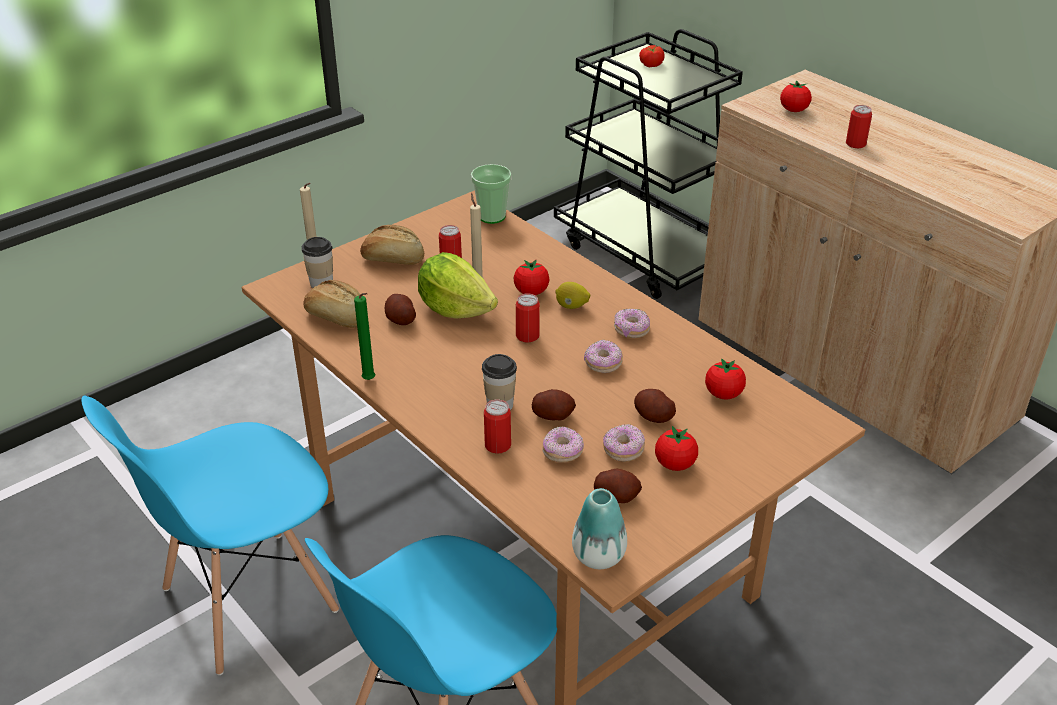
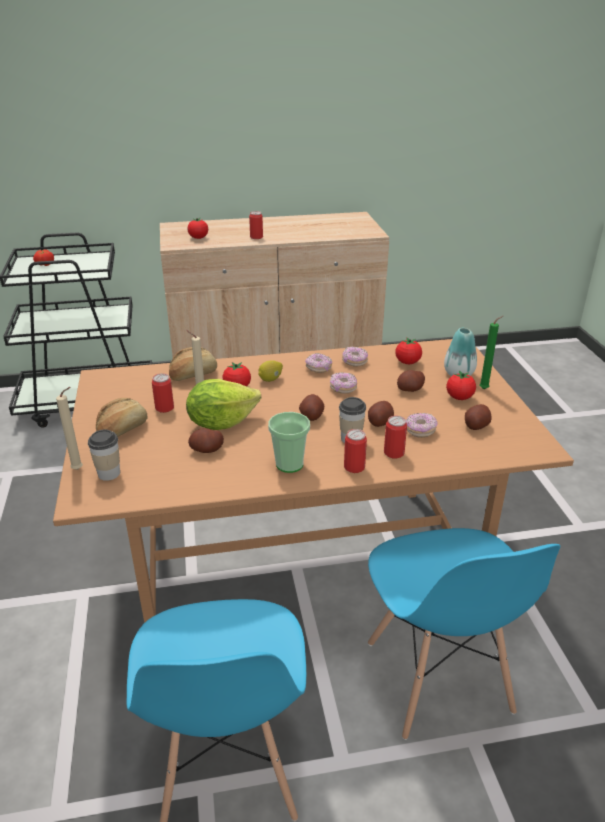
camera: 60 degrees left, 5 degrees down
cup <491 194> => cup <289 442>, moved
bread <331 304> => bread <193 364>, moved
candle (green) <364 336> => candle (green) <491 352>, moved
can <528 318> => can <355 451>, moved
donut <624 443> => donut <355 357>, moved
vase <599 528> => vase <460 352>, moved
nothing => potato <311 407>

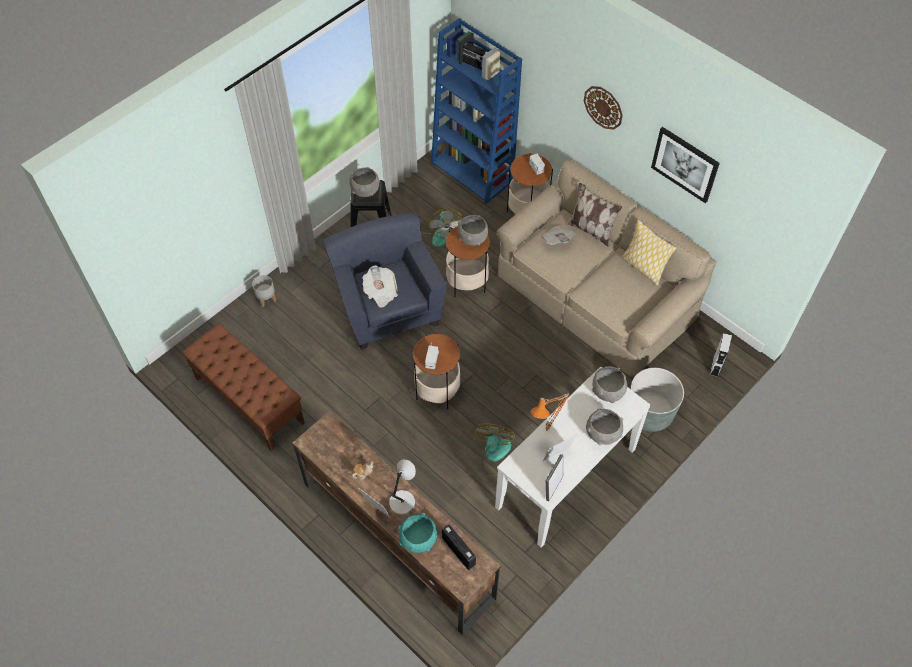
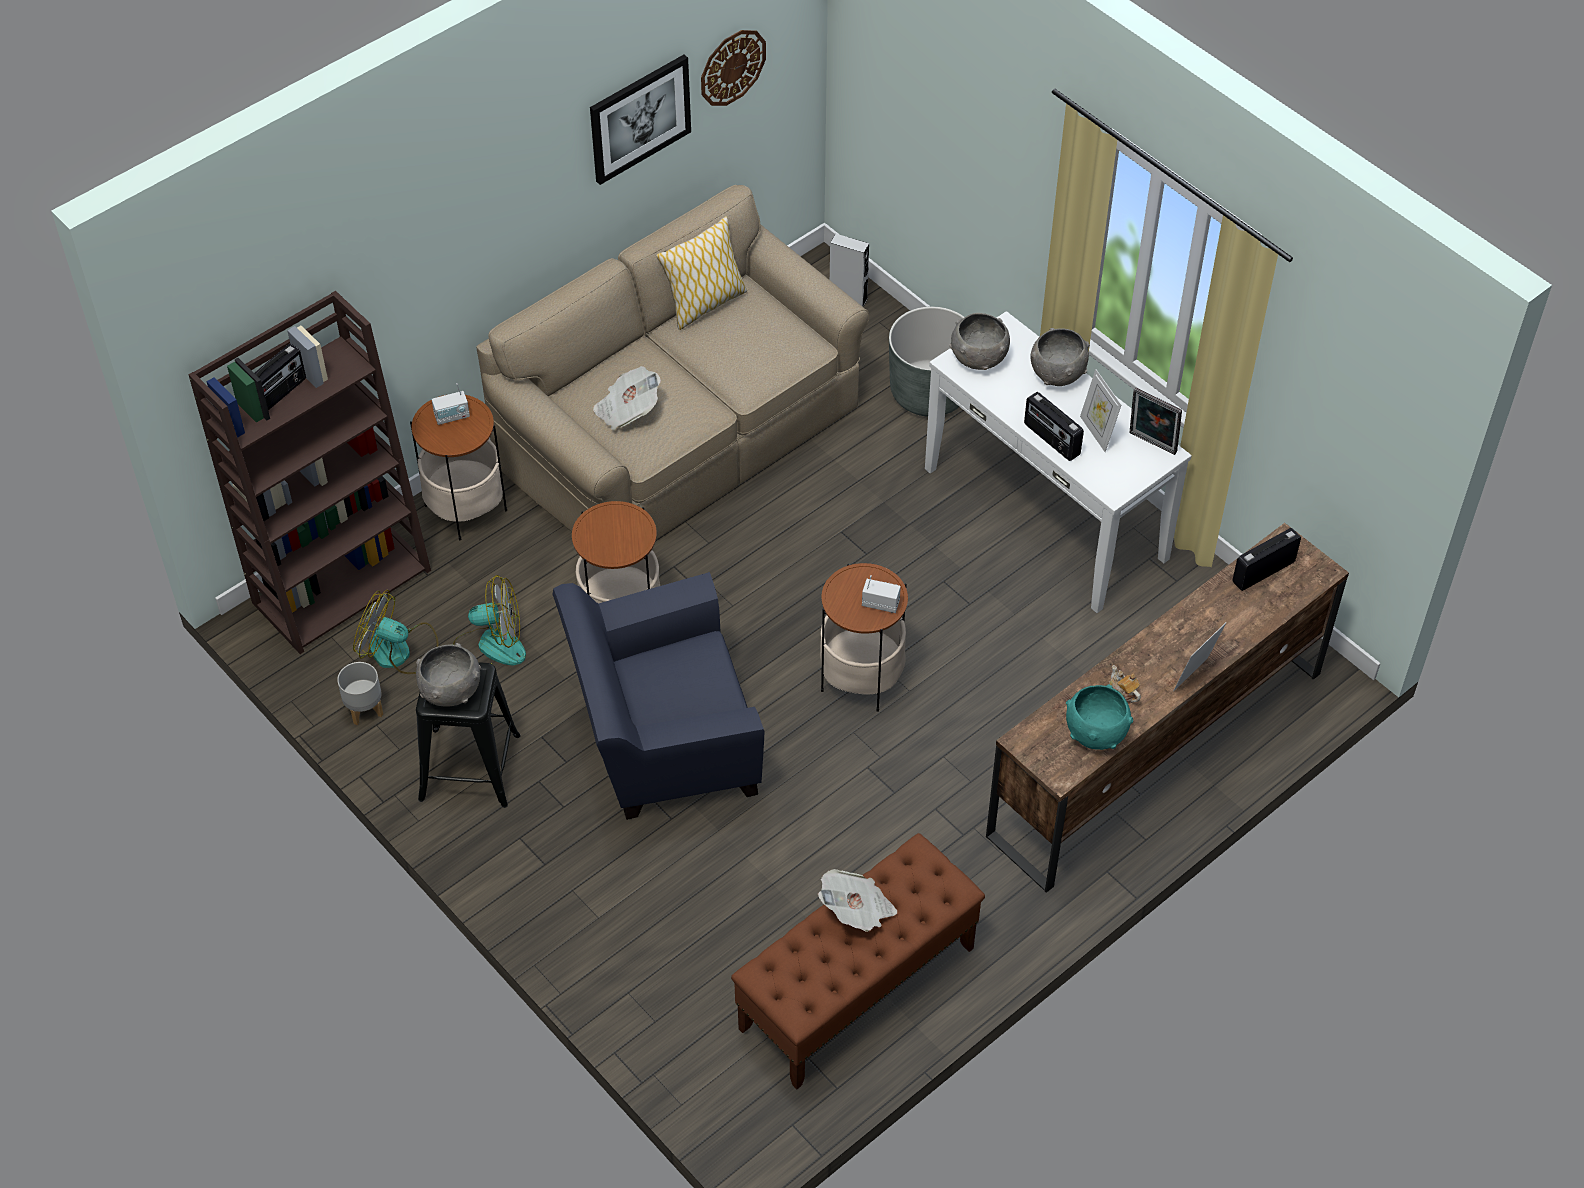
camera: 85 degrees left, 5 degrees down
bookcase (blue) <476 111> => bookcase (brown) <309 472>
wall clock <603 108> => wall clock <733 68>, moved
pillow <594 215> => nothing
bowl (grey) <473 230> => nothing
newspaper <380 286> => newspaper <857 900>, moved
planter (grey) <264 291> => planter (grey) <360 693>, moved
table lamp (orange) <550 412> => radio <1054 426>
fan <495 450> => fan <396 632>, moved
table lamp (grey) <402 487> => nothing
bowl (turquoise) <417 533> => bowl (turquoise) <1099 717>, moved

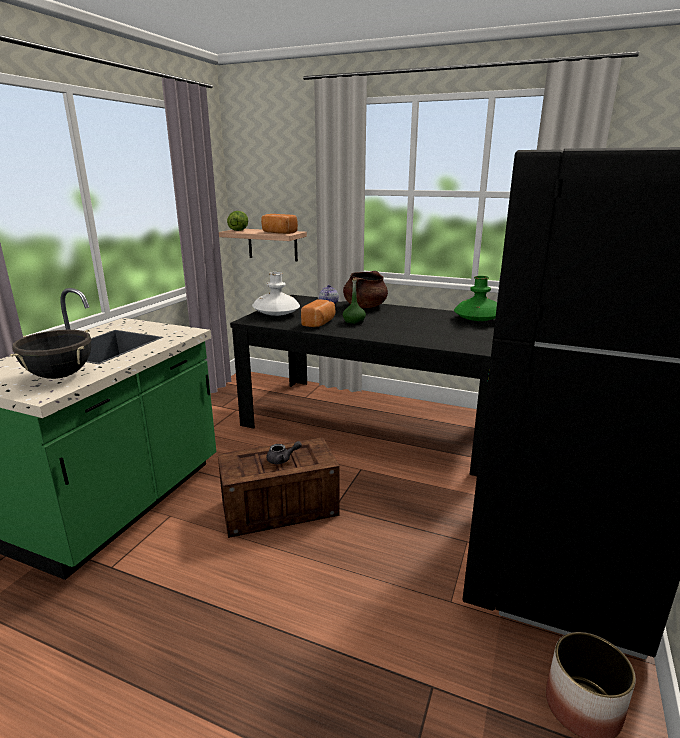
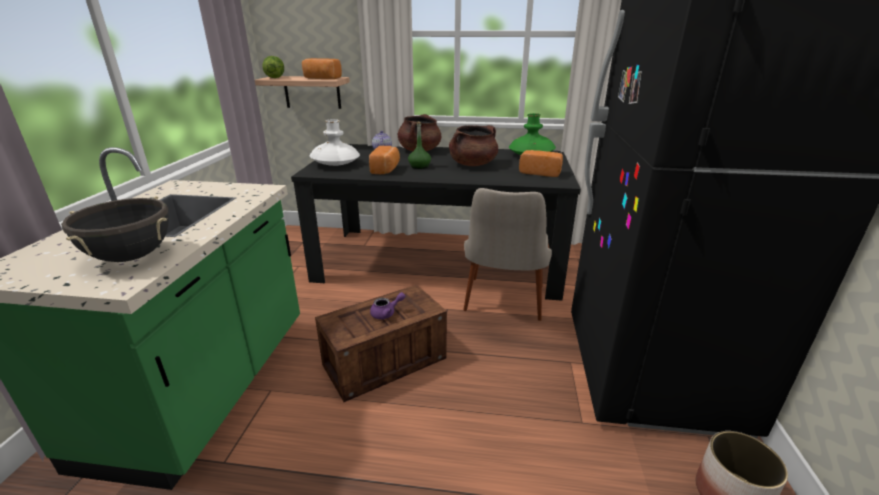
camera: 15 degrees left, 5 degrees up
teapot (grey) <284 452> => teapot (purple) <387 305>
nothing => cooking pot (brown) <473 145>
nothing => bread <541 163>
nothing => chair (beige) <508 254>

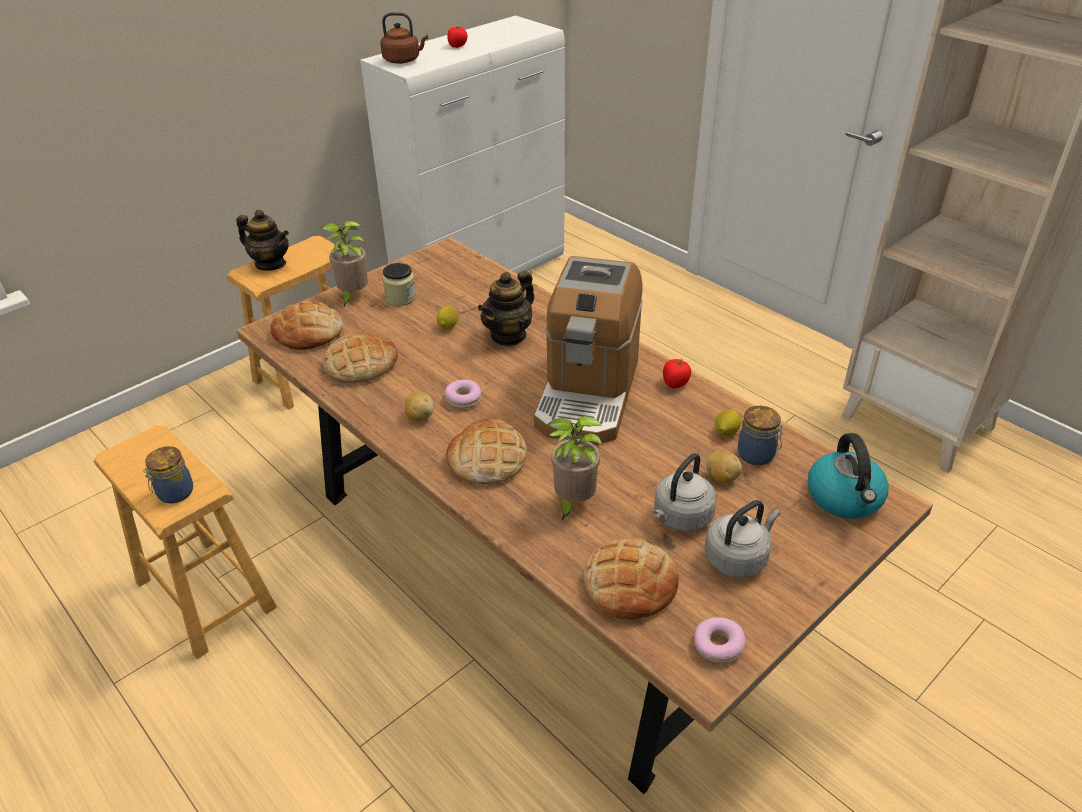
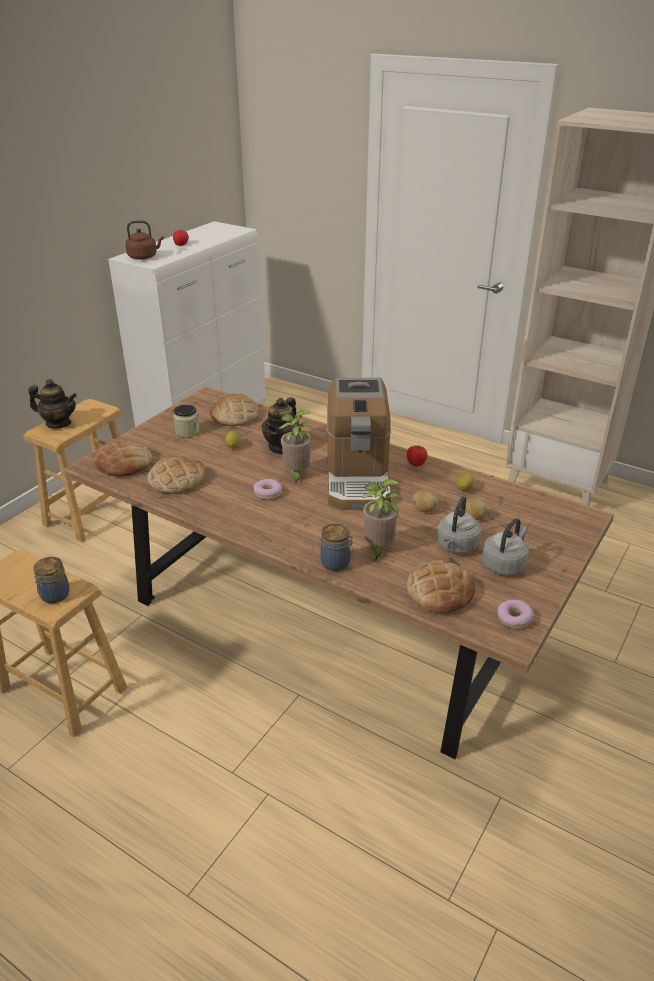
camera: 15 degrees left, 5 degrees down
potted plant <344 263> => potted plant <295 447>, moved
potato <419 406> => potato <425 501>, moved
jar <761 435> => jar <337 547>, moved
bread <486 451> => bread <234 410>, moved
kettle <848 476> => nothing

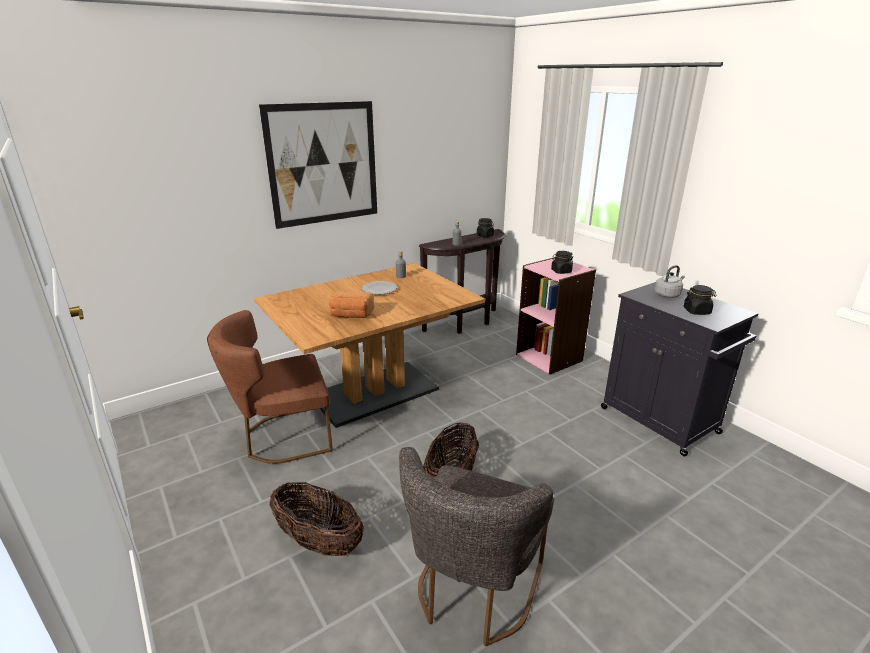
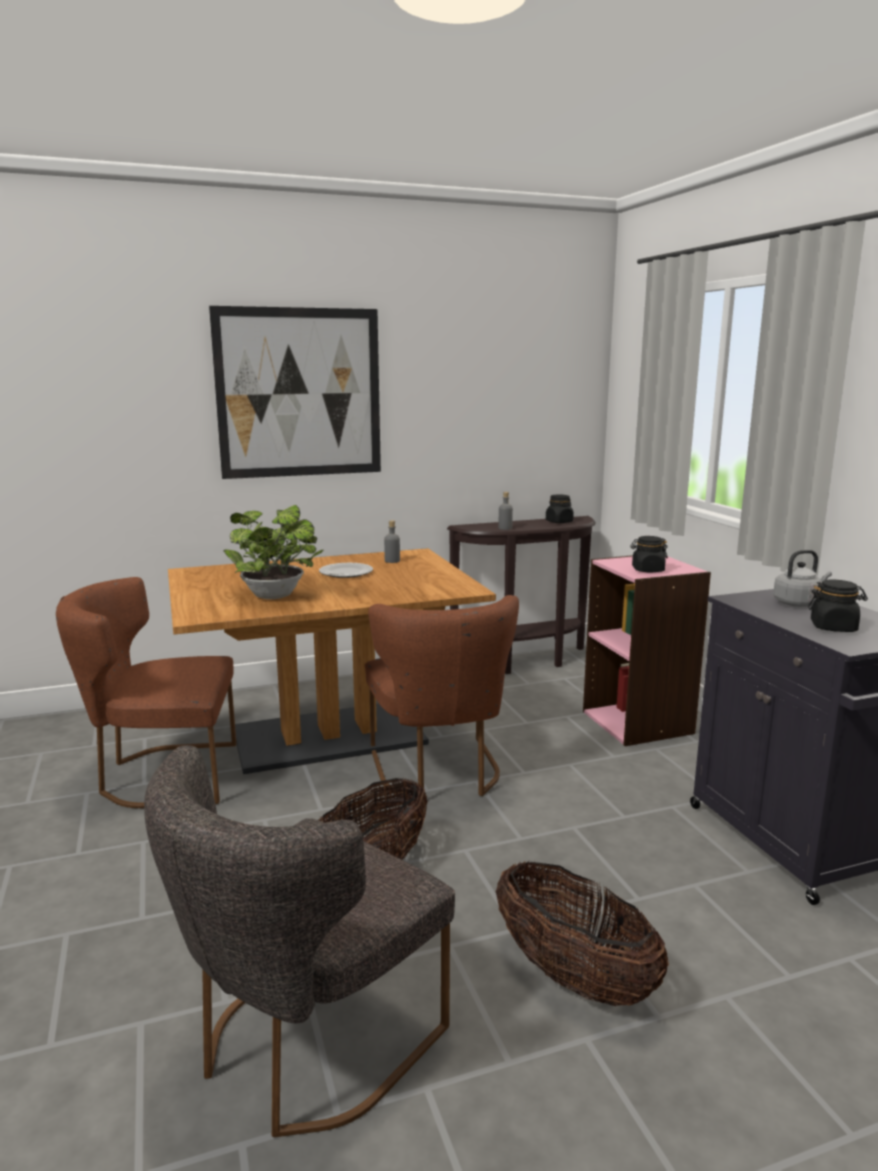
camera: 15 degrees right, 10 degrees down
bread <351 304> => potted plant <273 552>
basket <316 519> => basket <582 933>, moved
nothing => chair (brown) <442 695>

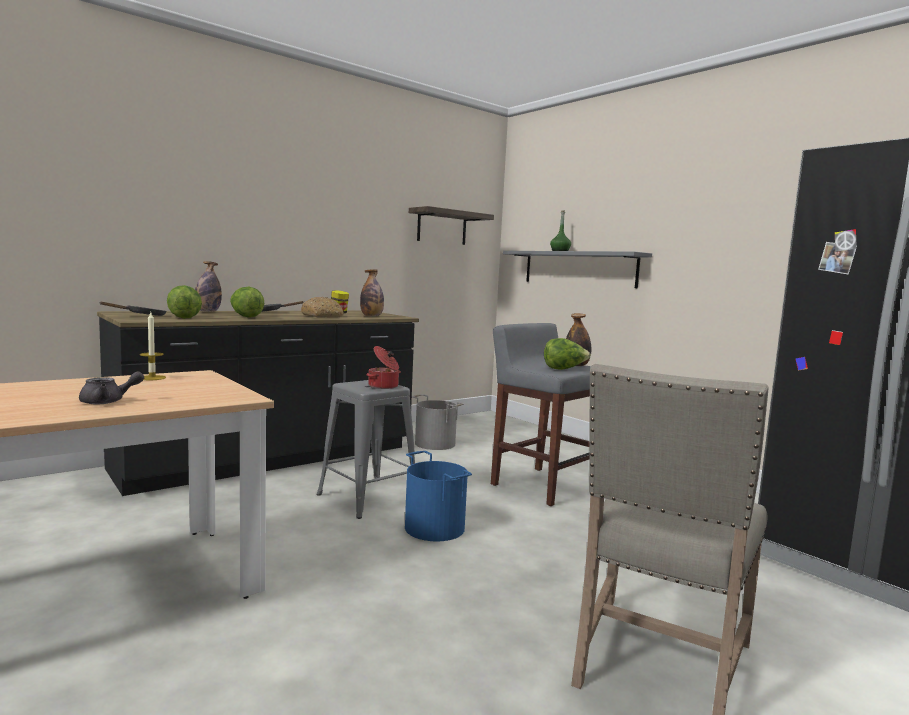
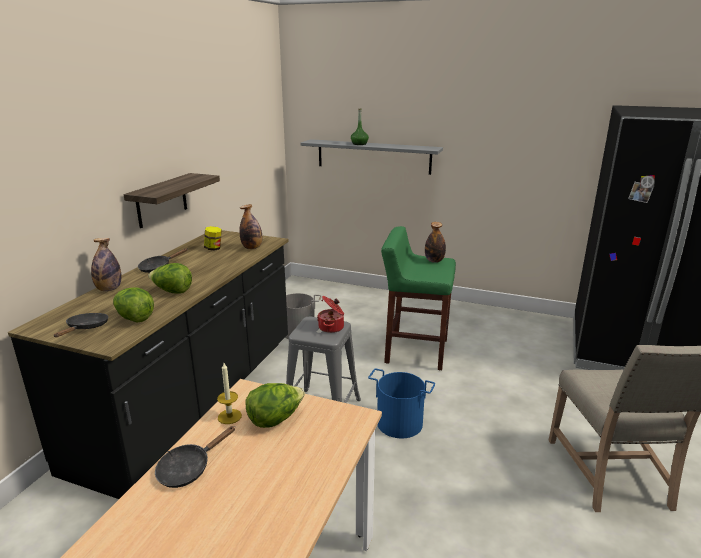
camera: 30 degrees left, 15 degrees up
shelf <451 225> => shelf <172 200>, moved
bread <322 307> => nothing
stool (grey) <541 414> => stool (green) <418 298>
lettuce <567 354> => lettuce <275 405>, moved
teapot (grey) <111 387> => nothing
nothing => frying pan (black) <195 457>

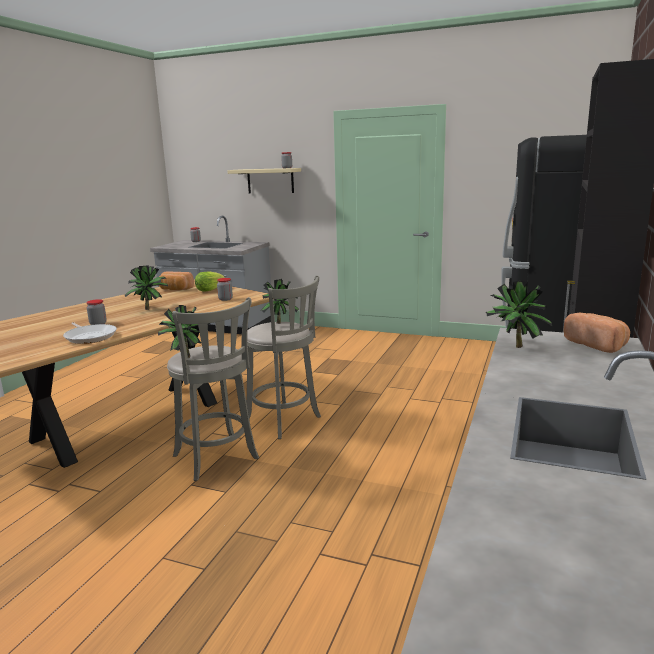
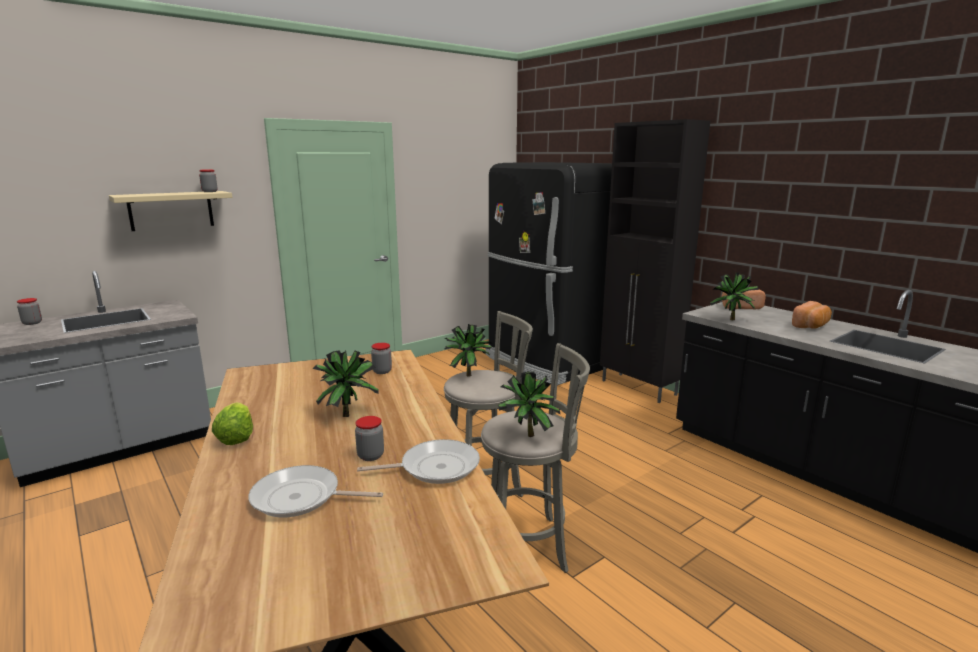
camera: 60 degrees left, 0 degrees up
bread <176 280> => bread <812 315>, moved
lettuce <210 281> => lettuce <232 423>, moved
nothing => frying pan <315 491>

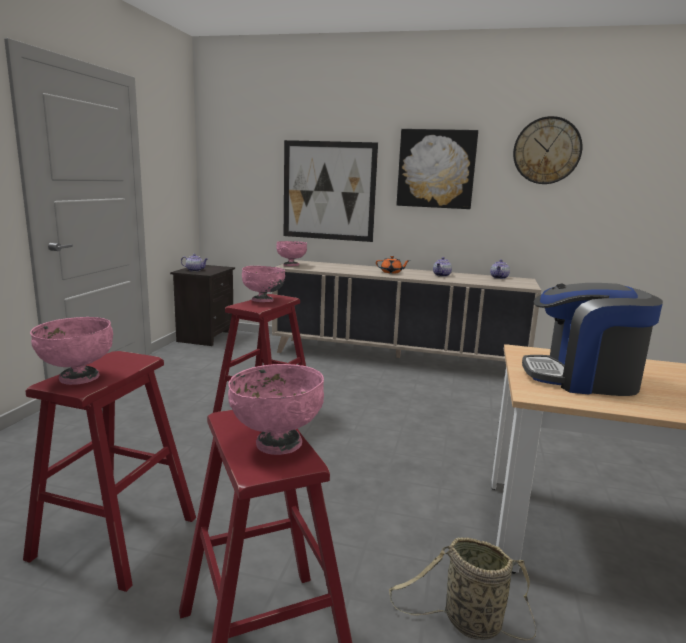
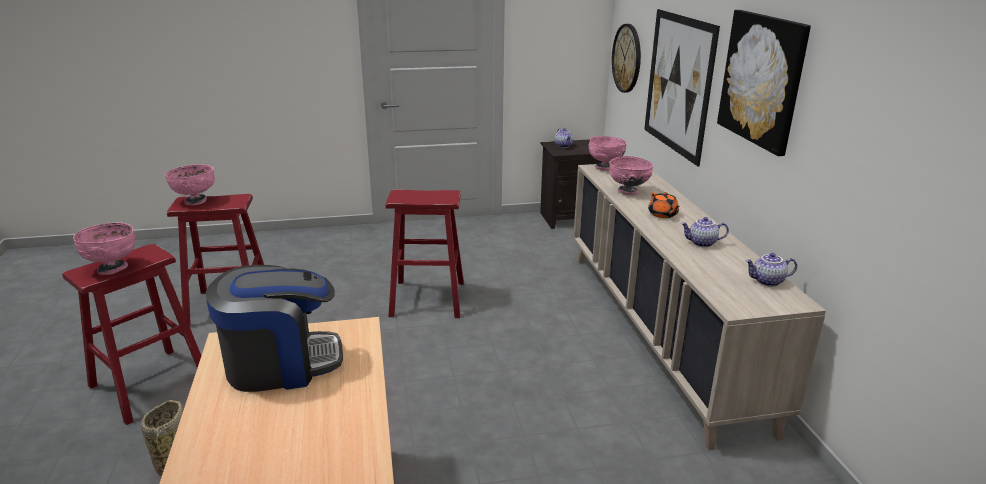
camera: 65 degrees right, 10 degrees up
wall clock <547 150> => wall clock <626 58>, moved
bowl (pink) <263 284> => bowl (pink) <631 175>, moved
coffee machine <592 339> => coffee machine <274 328>, 90 degrees clockwise

